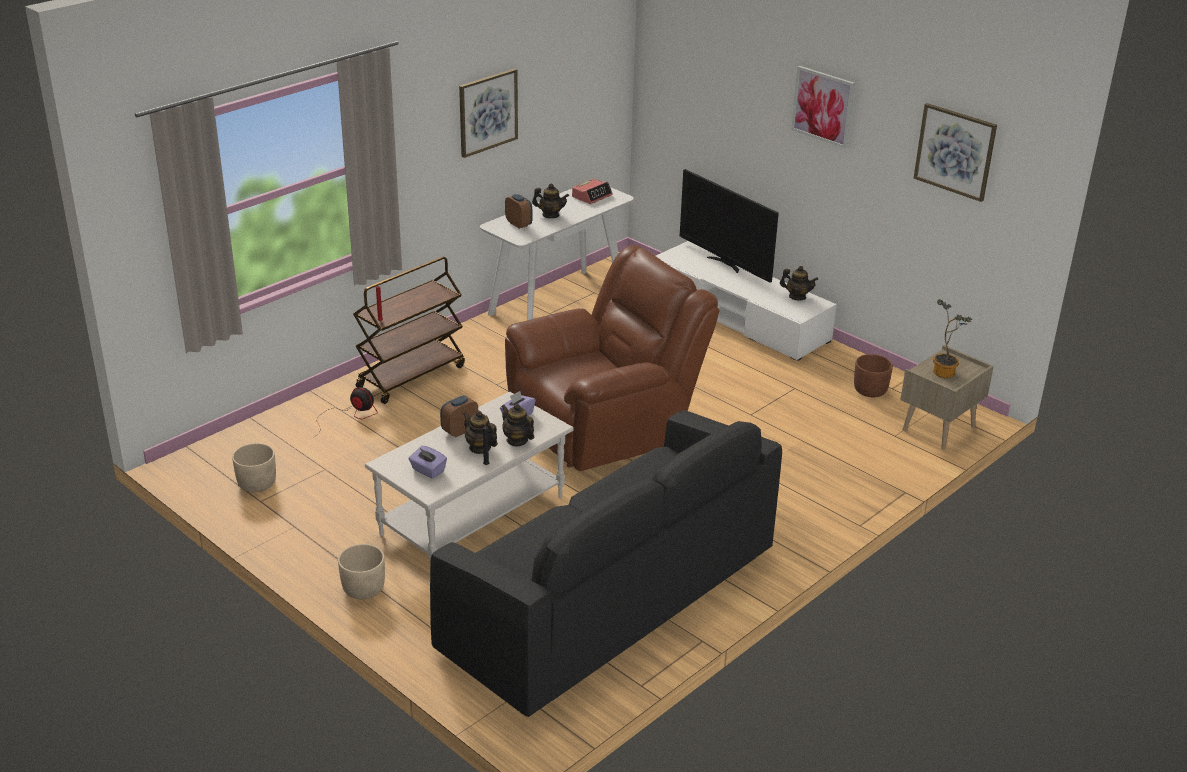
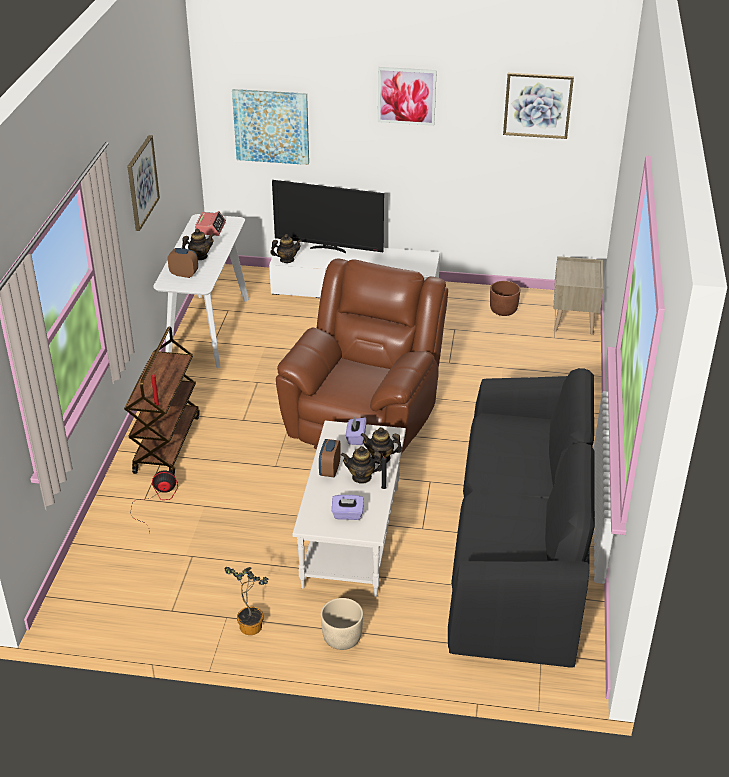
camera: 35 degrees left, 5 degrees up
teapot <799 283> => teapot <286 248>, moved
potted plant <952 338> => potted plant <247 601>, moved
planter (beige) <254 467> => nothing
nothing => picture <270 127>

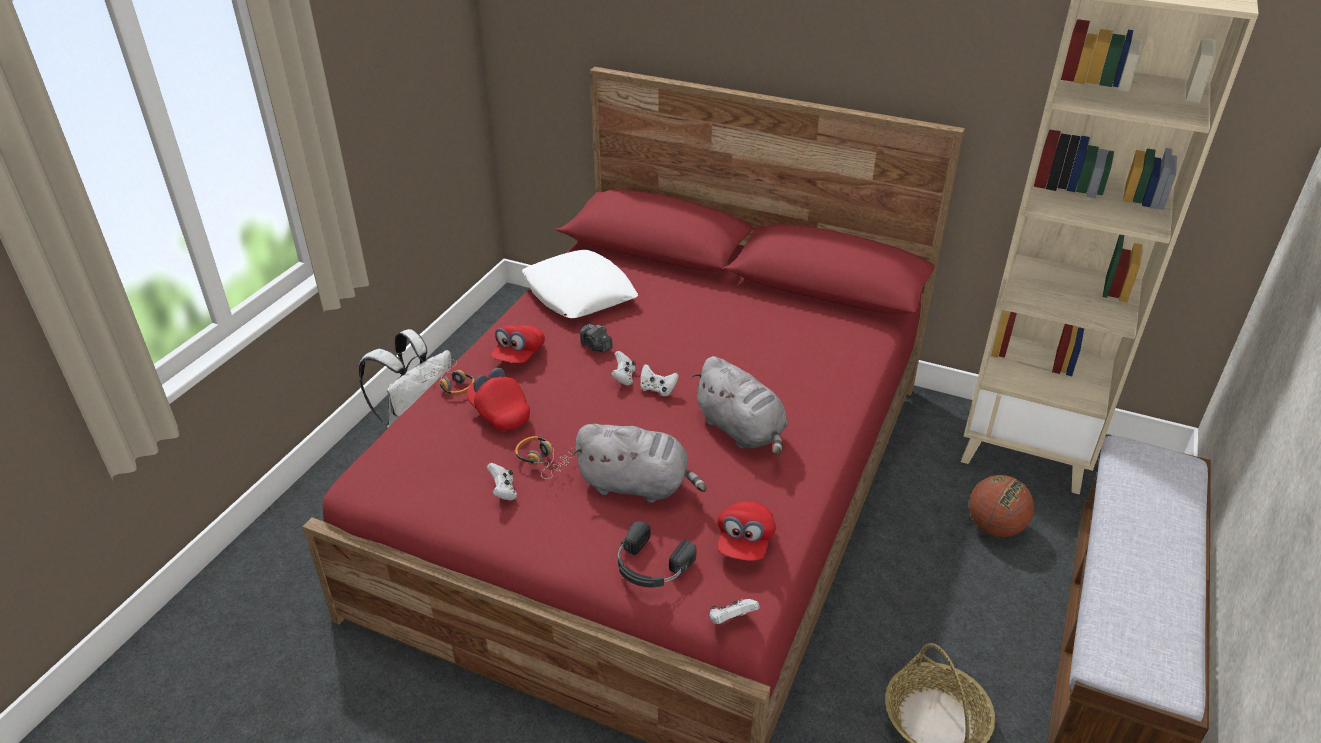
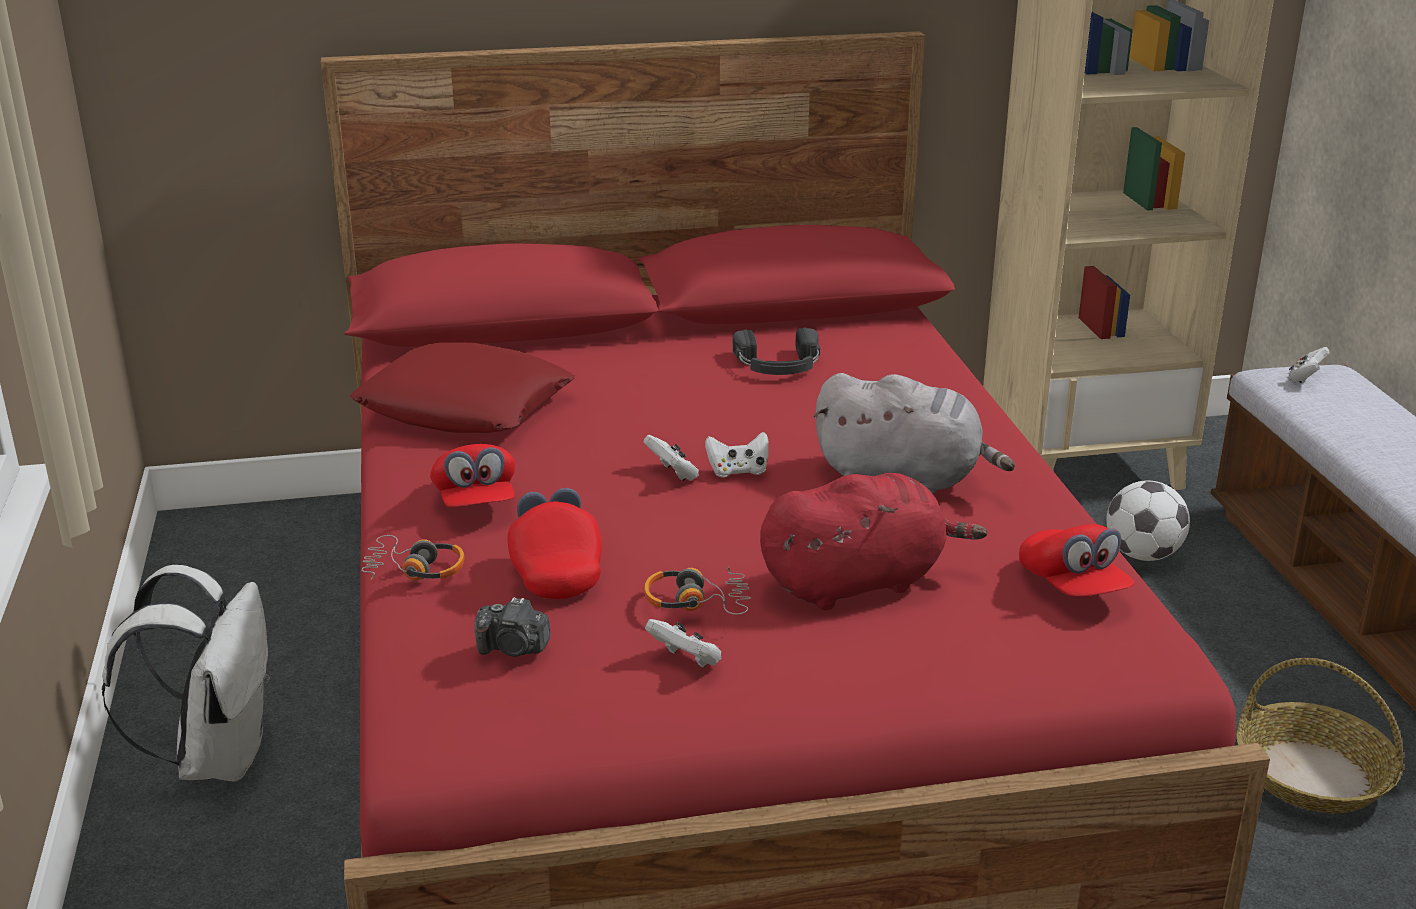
camera: 35 degrees left, 10 degrees down
pillow (white) <580 284> => pillow (red) <462 387>
photo camera <596 338> => photo camera <512 627>, moved
cap (red) <498 399> => cap (red) <554 543>, 60 degrees clockwise
plush toy (grey) <639 463> => plush toy (red) <873 541>
basketball <1001 506> => football <1148 520>
headphones (black) <657 554> => headphones (black) <776 351>, moved
game controller (white) <734 611> => game controller (white) <1309 365>, moved

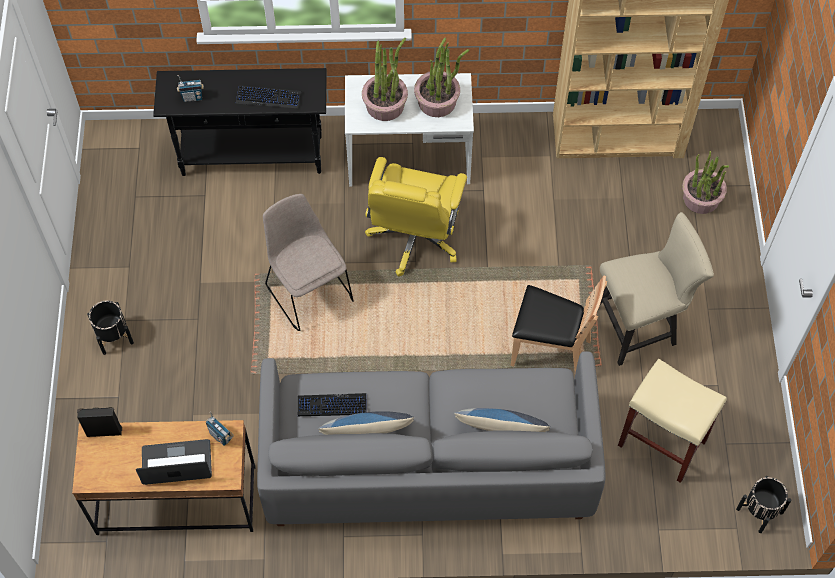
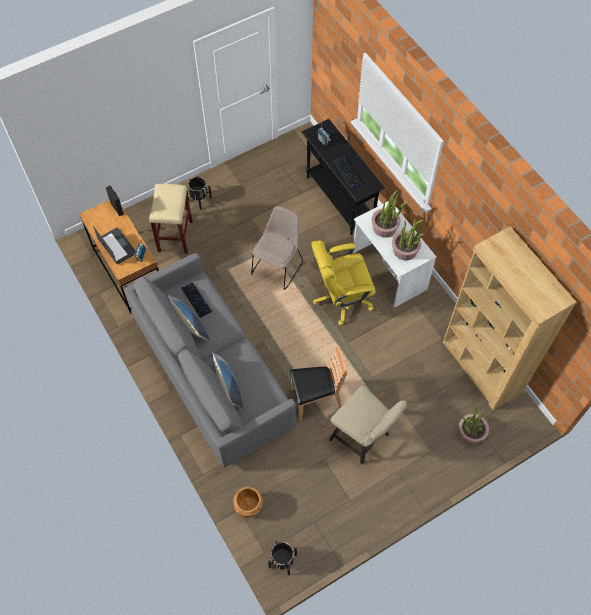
camera: 60 degrees right, 0 degrees up
chair (brown) <559 324> => chair (brown) <318 382>, 90 degrees counterclockwise
stool (beige) <672 421> => stool (beige) <171 219>, moved
nothing => planter (brown) <248 502>

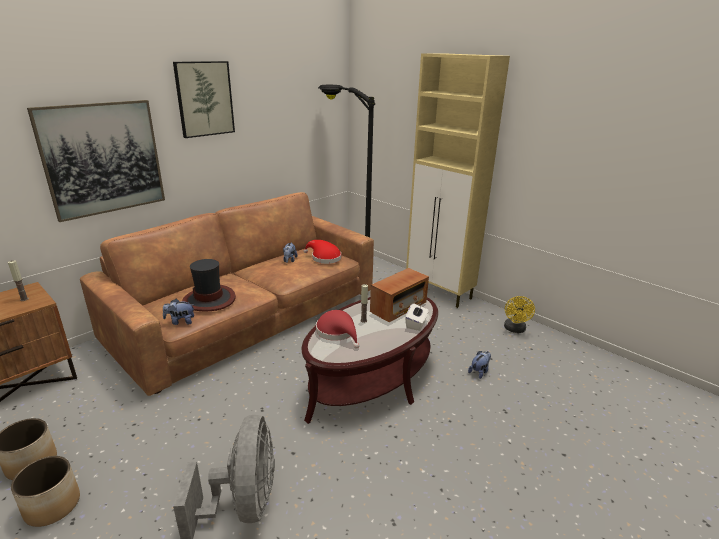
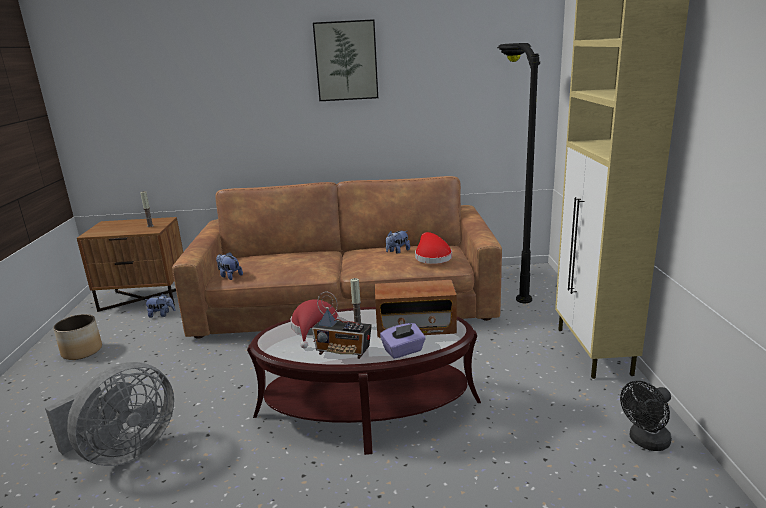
camera: 45 degrees right, 5 degrees down
picture <96 161> => nothing
hat <209 285> => nothing
fan (yellow) <519 314> => fan (black) <646 416>
tissue box (white) <417 317> => tissue box (purple) <403 341>
plush toy <479 365> => plush toy <160 306>, moved
planter <45 491> => nothing
nothing => radio <342 325>

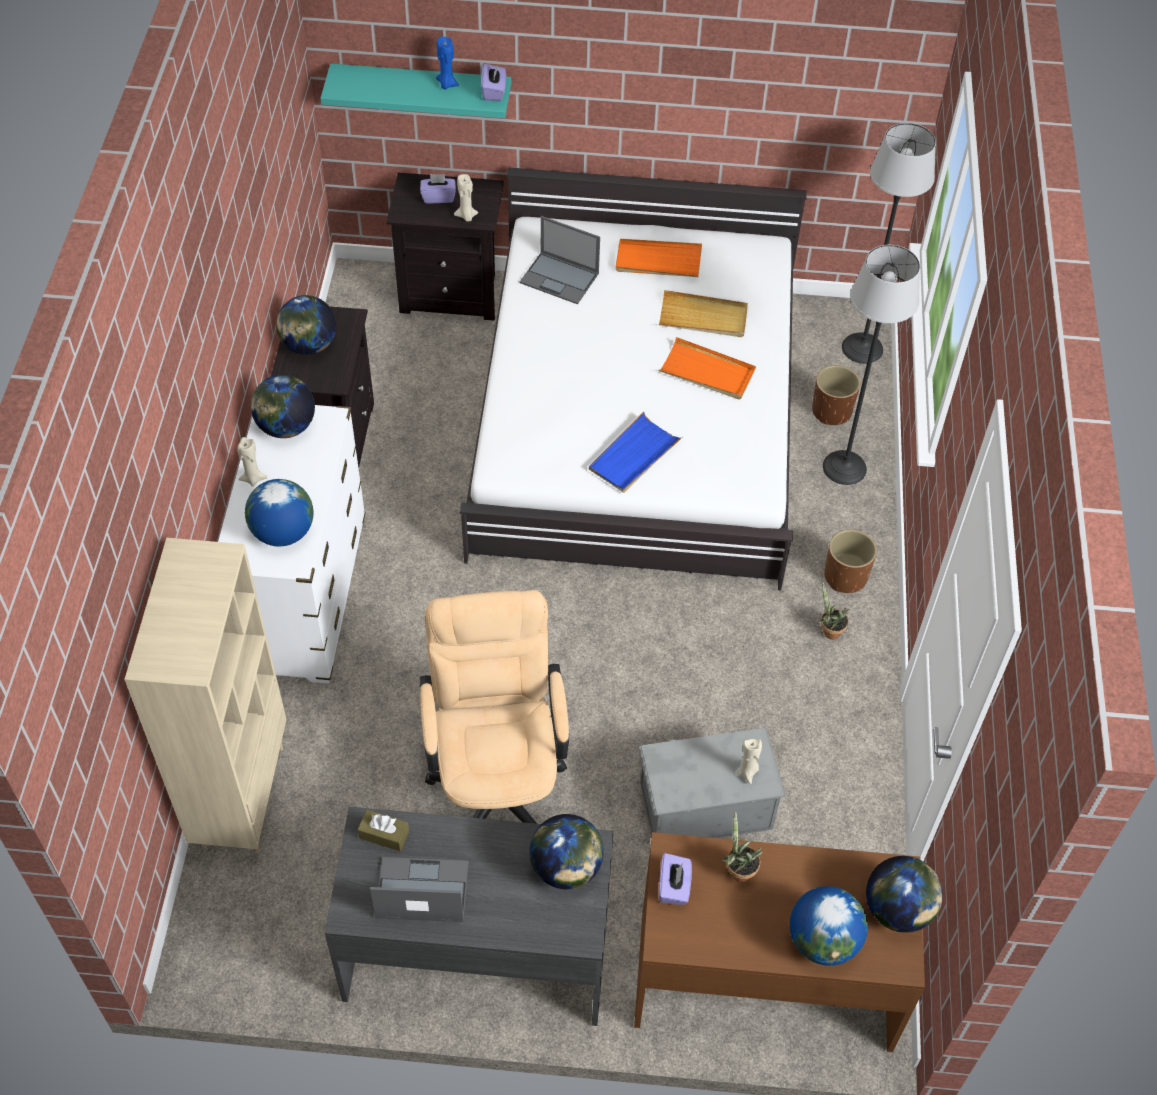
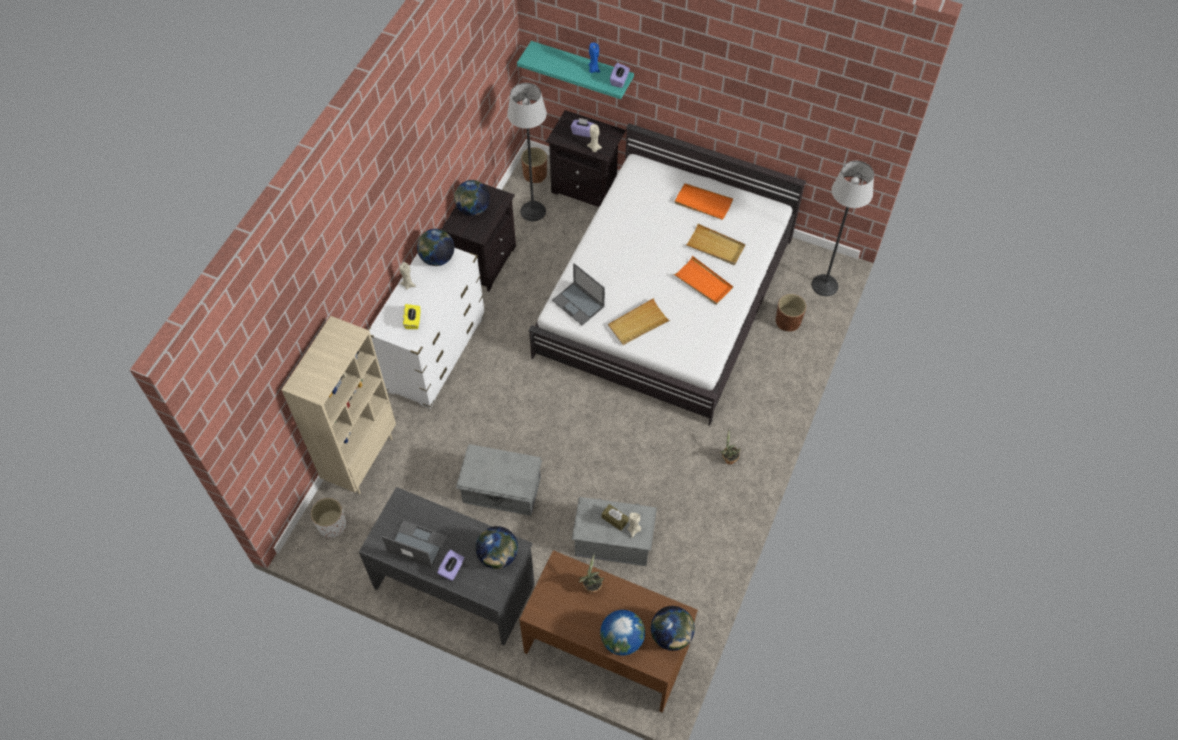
camera: 20 degrees right, 5 degrees up
laptop <560 260> => laptop <578 294>, moved
floor lamp <871 365> => floor lamp <527 152>, moved
tray (blue) <636 452> => tray (beige) <639 321>
globe <279 512> => tissue box (yellow) <411 316>
planter (brown) <850 561> => planter (brown) <534 165>, moved
office chair (beige) <494 707> => storage box (grey) <499 480>
tissue box (brown) <383 830> => tissue box (brown) <615 517>, moved
tissue box (purple) <675 879> => tissue box (purple) <450 565>, moved
nothing => planter (white) <328 518>

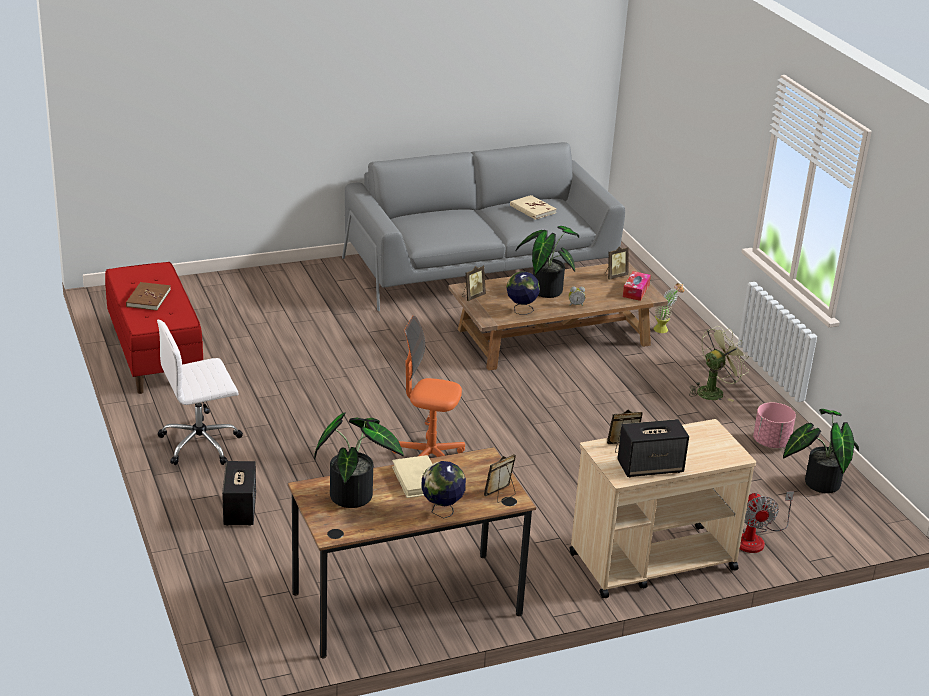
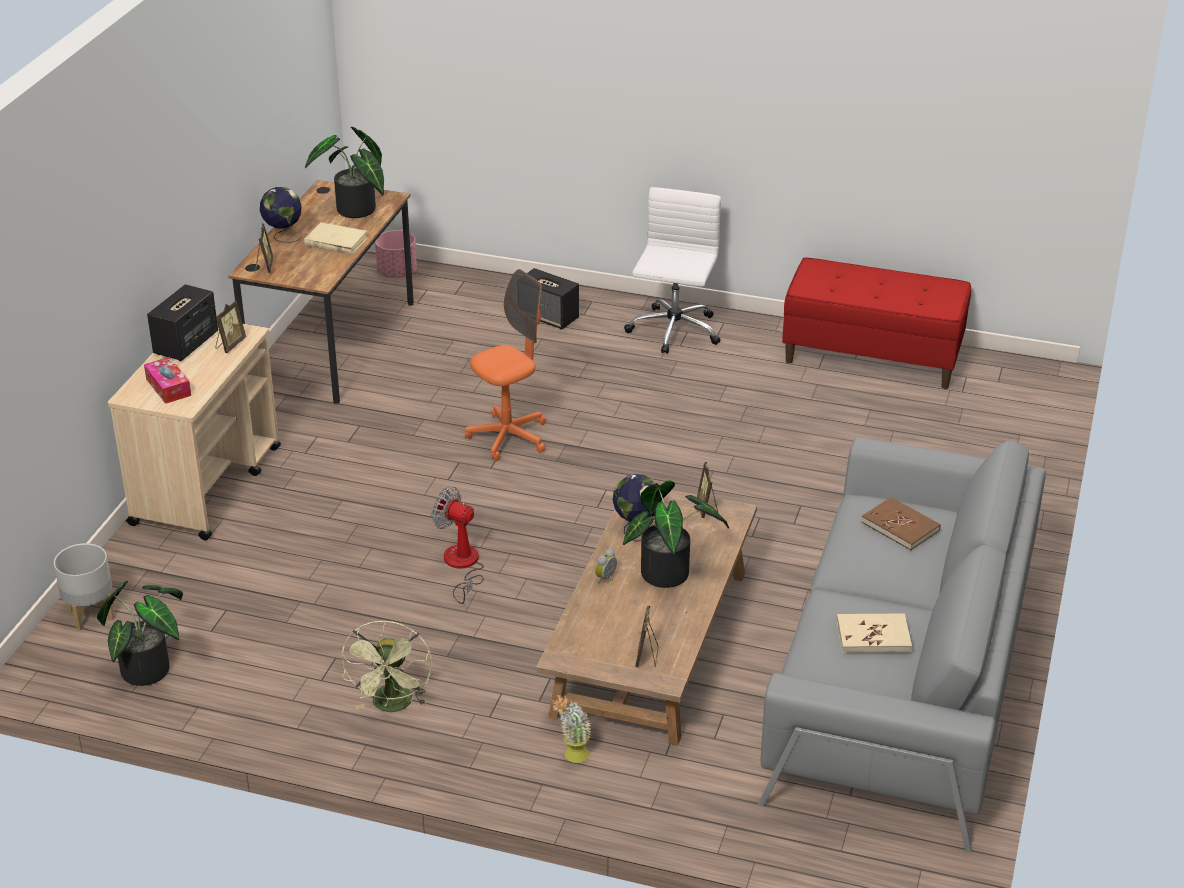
camera: 130 degrees right, 5 degrees up
tissue box <637 286> => tissue box <167 380>, moved
book (brown) <148 296> => book (brown) <901 523>, moved
planter (pink) <774 425> => planter (pink) <396 254>, moved
fan <767 522> => fan <458 545>, moved
nothing => planter (grey) <84 586>

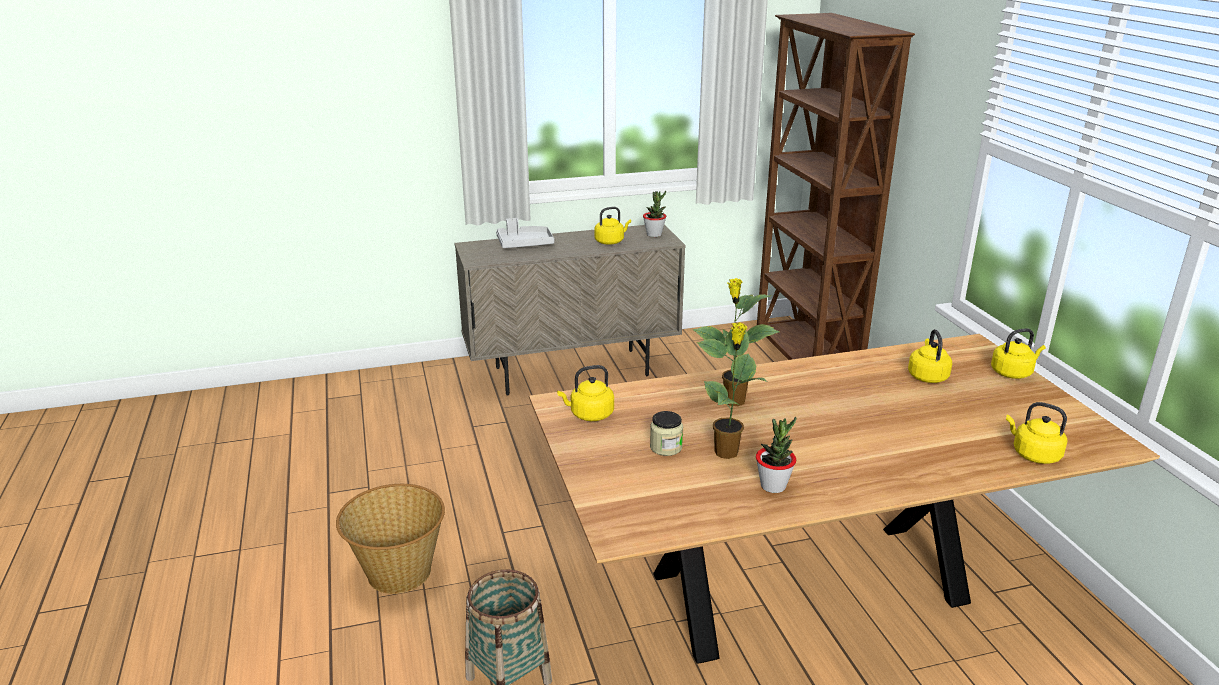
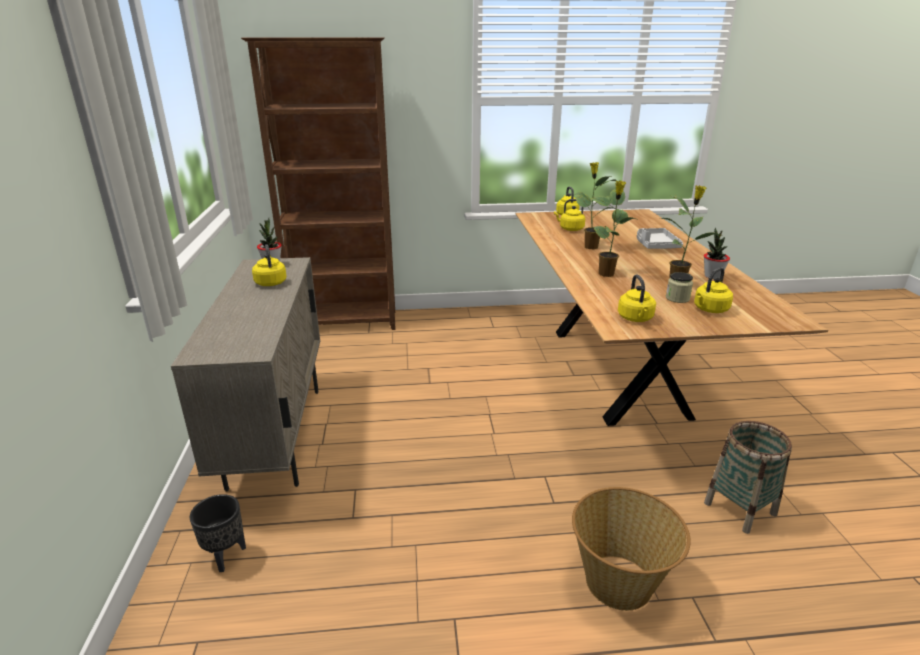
camera: 80 degrees left, 0 degrees up
tray (grey) <525 233> => tray (grey) <660 238>, moved
kettle (yellow) <1036 433> => kettle (yellow) <713 290>, moved
nothing => potted plant <596 205>
nothing => planter (black) <218 533>

